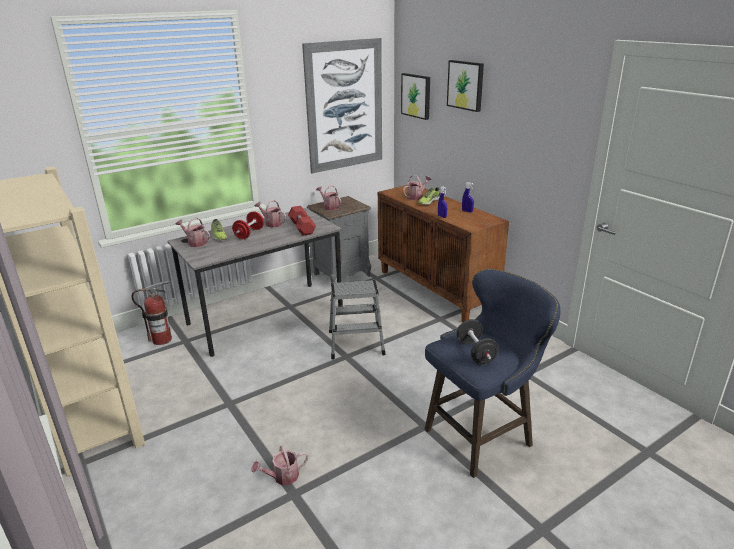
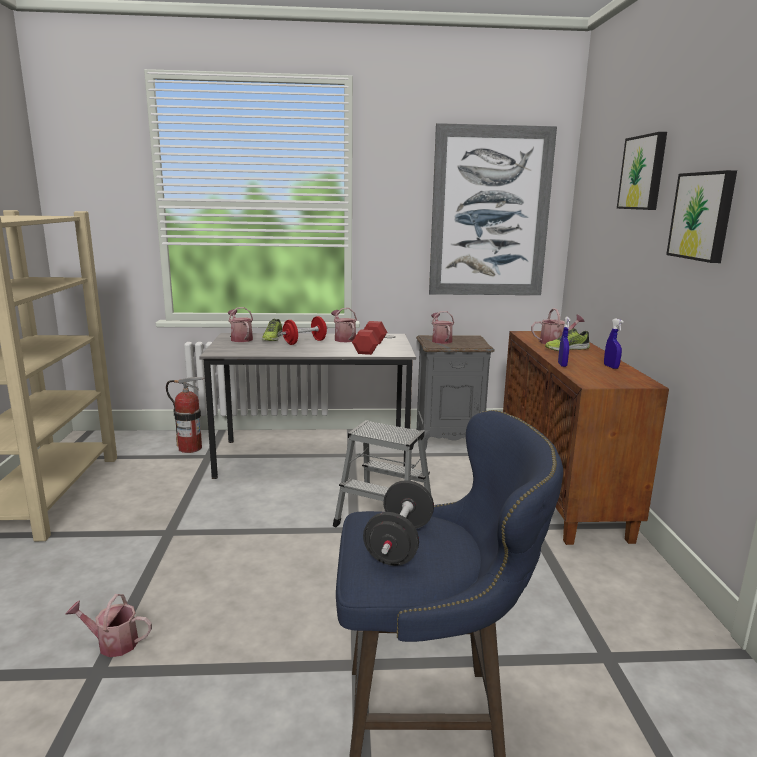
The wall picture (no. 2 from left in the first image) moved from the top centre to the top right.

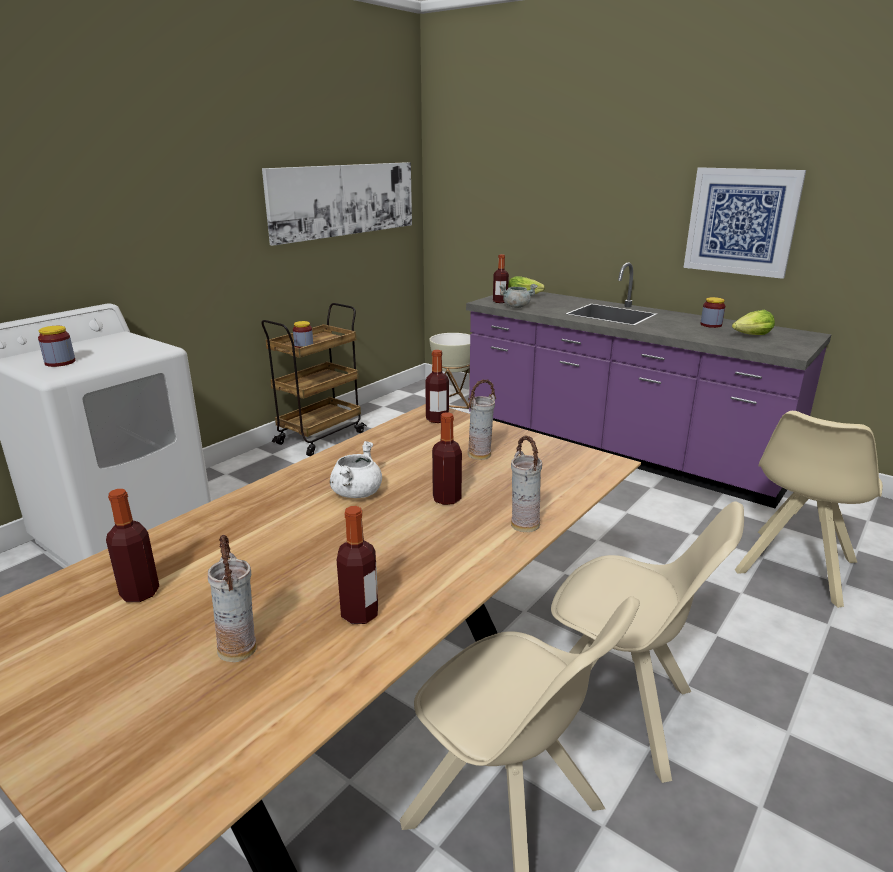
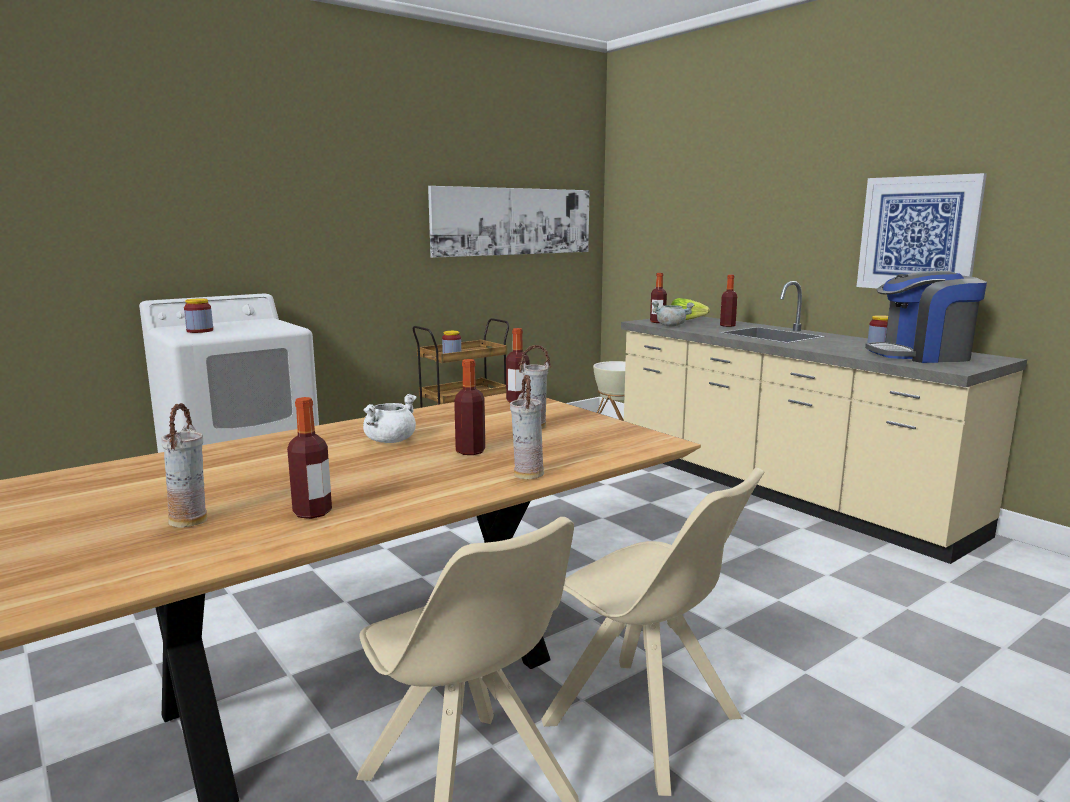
The beverage bottle (no. 1 from left in the first image) moved from the middle left to the middle right.
The kitchen base unit (purple) at the middle right became the kitchen base unit (beige) at the middle right.
The lettuce (no. 2 from left) at the middle right was replaced by the coffee brewer at the middle right.
The chair (beige) (no. 3 from left) at the middle right disappeared.

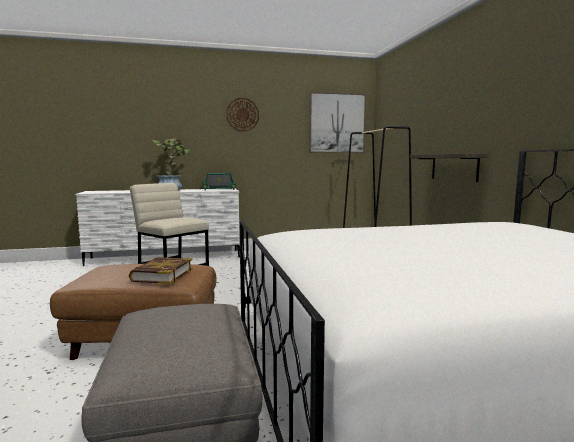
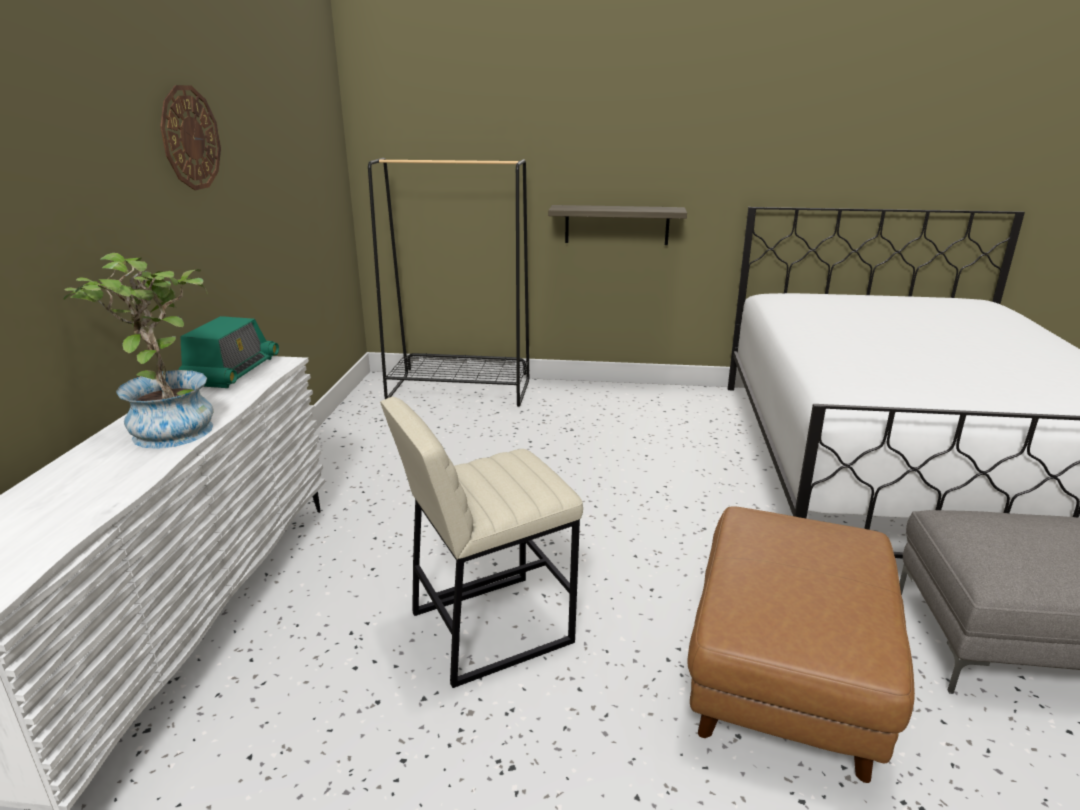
The bound book at the middle left disappeared.
The wall picture at the top centre disappeared.

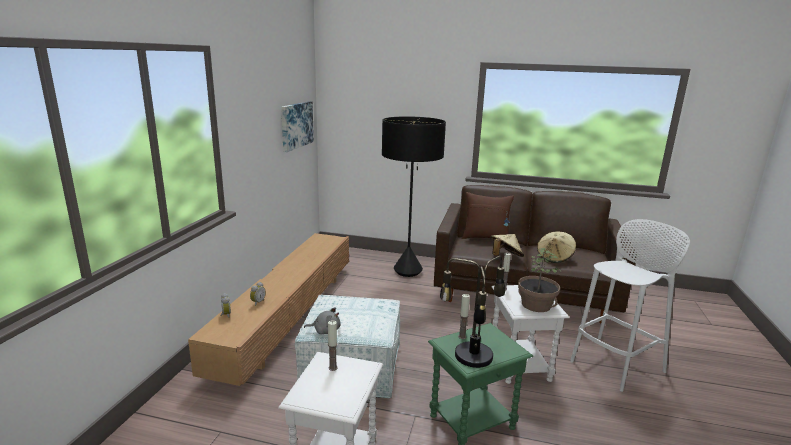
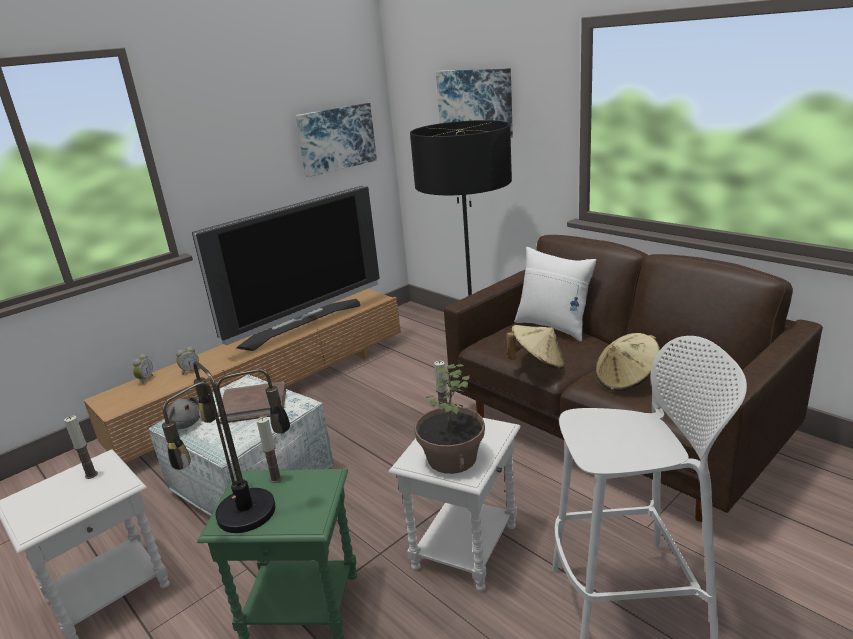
The throw pillow (brown-coloured) at the centre became the throw pillow (whitish) at the centre.
The television at the centre appeared.
The bound book (brown-coloured) at the middle left appeared.
The wall picture (no. 2 from left) at the top centre appeared.

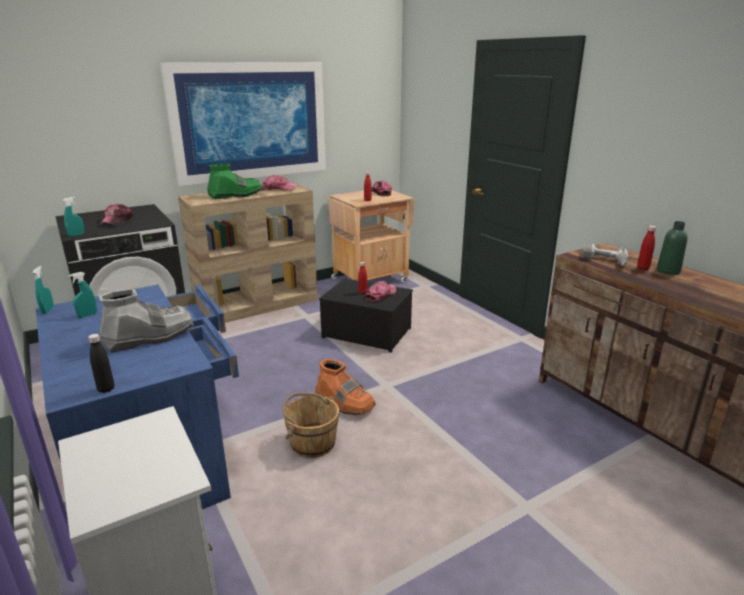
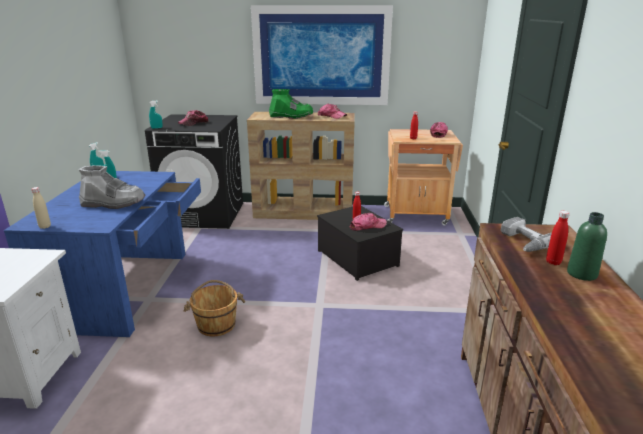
The beverage bottle (black) at the middle left became the beverage bottle (beige) at the middle left.
The tall boot (orange-coloured) at the centre disappeared.

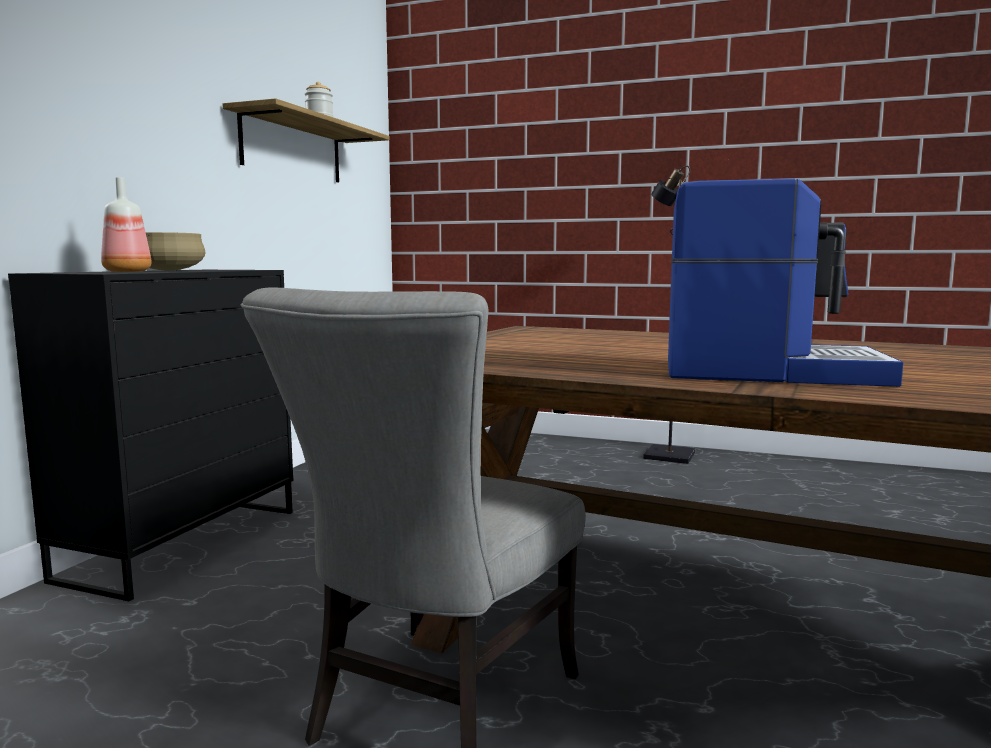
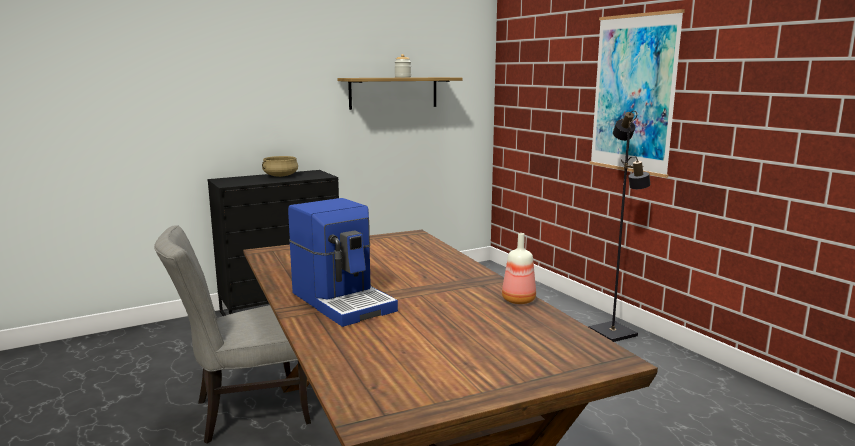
The beverage bottle moved from the top left to the centre.
The wall picture at the top right appeared.

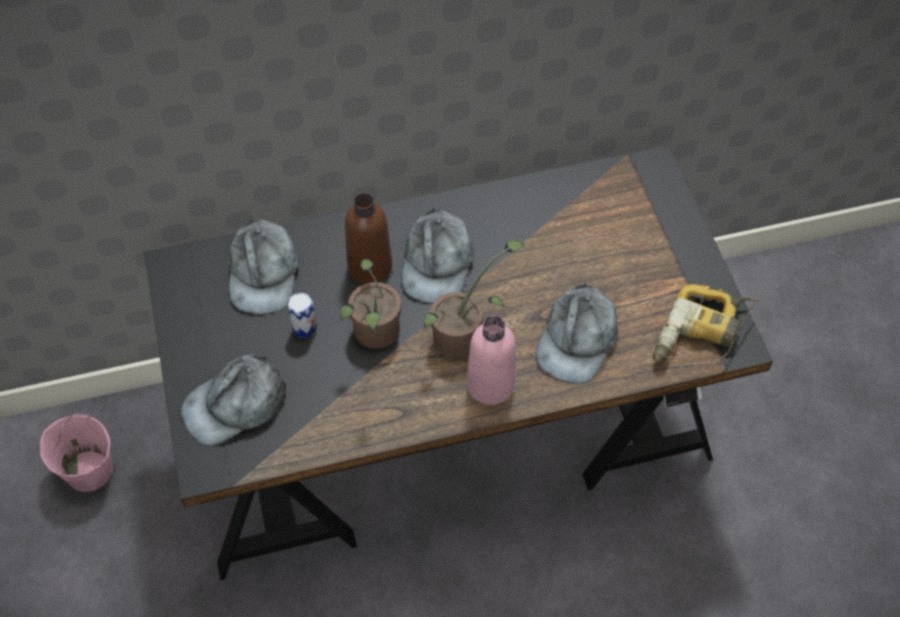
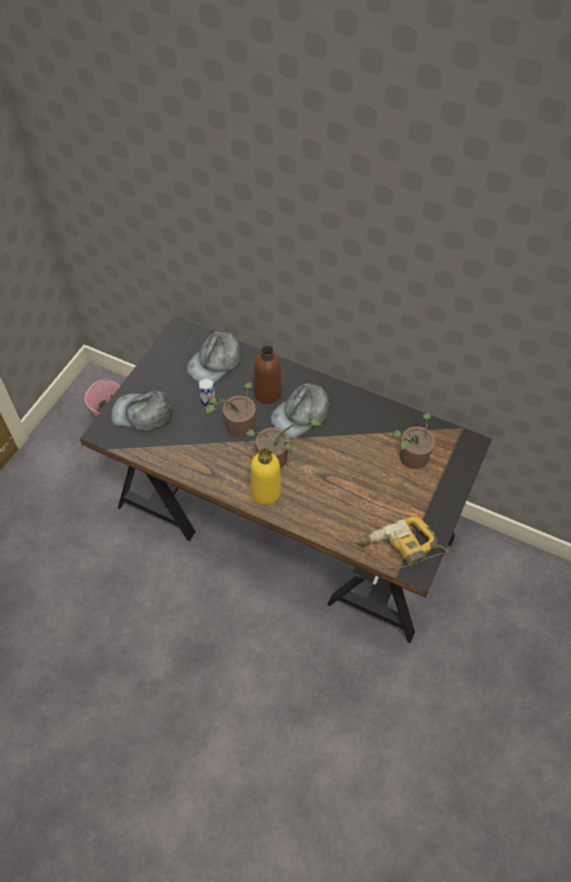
The beverage bottle (pink-coloured) at the centre became the beverage bottle (yellowish) at the centre.
The baseball cap (grey) (no. 4 from left) at the centre disappeared.
The potted plant (no. 3 from left) at the middle right appeared.

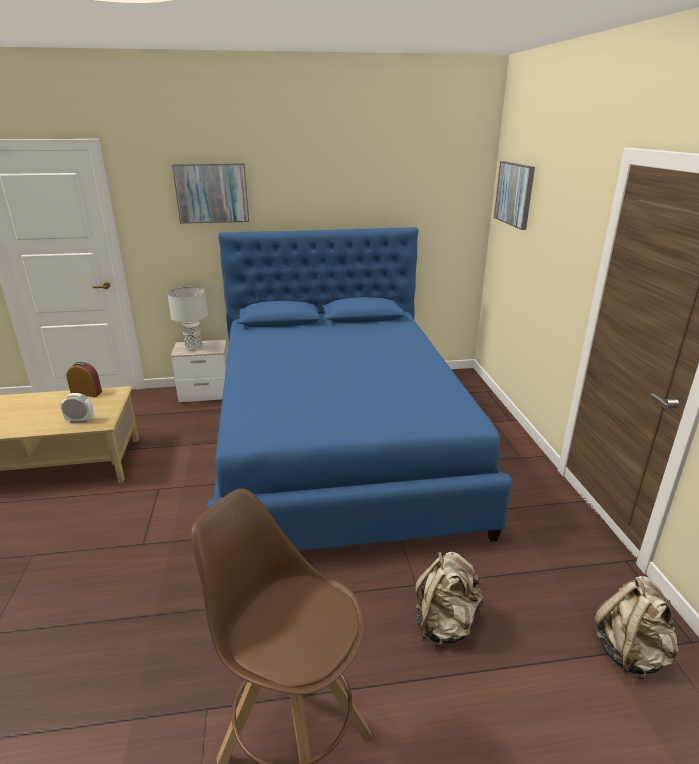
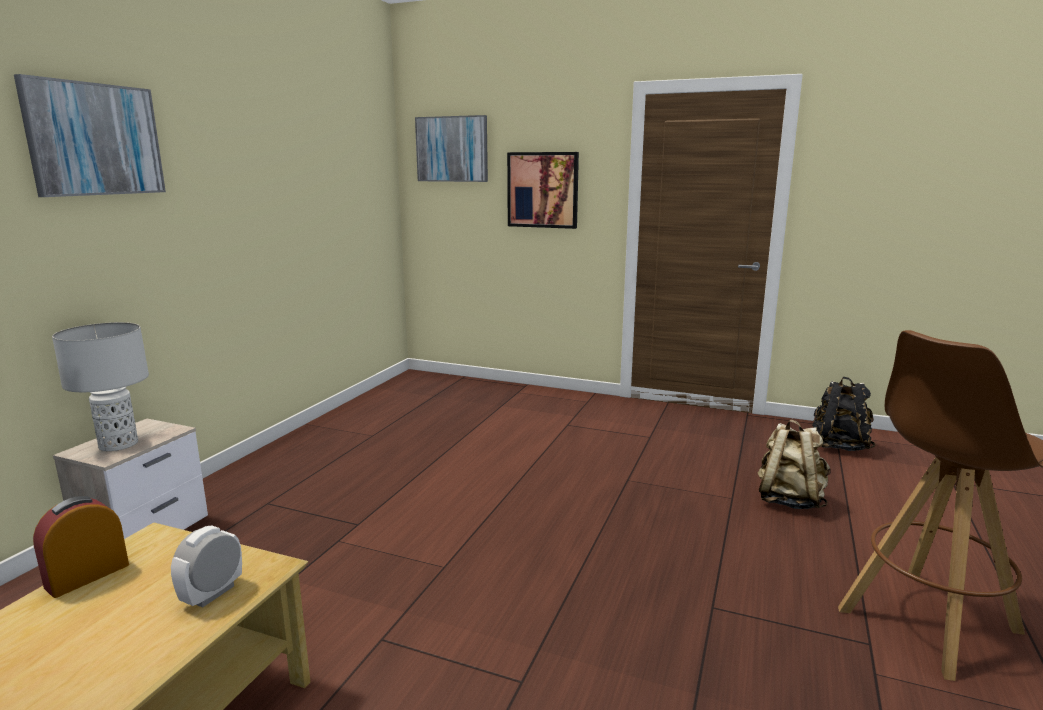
The bed (blue-coloured) at the centre disappeared.
The rucksack (beige) (no. 2 from left) at the bottom right became the rucksack (black) at the middle right.
The wall picture (no. 3 from left) at the top centre appeared.

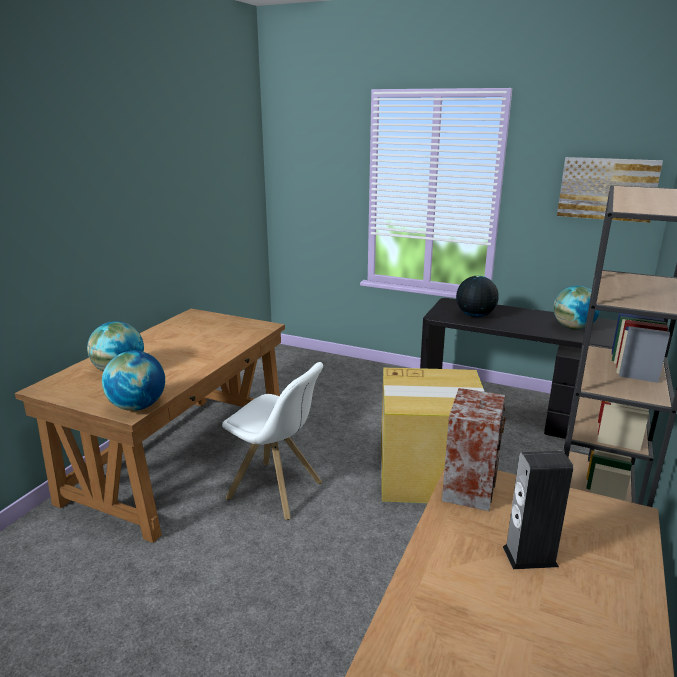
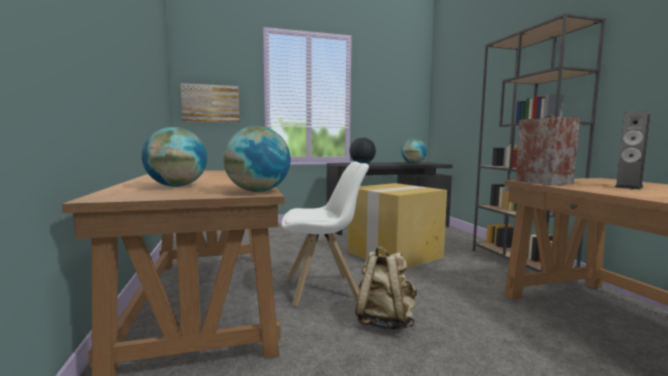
The wall picture moved from the top right to the top left.
The rucksack (beige) at the bottom centre appeared.

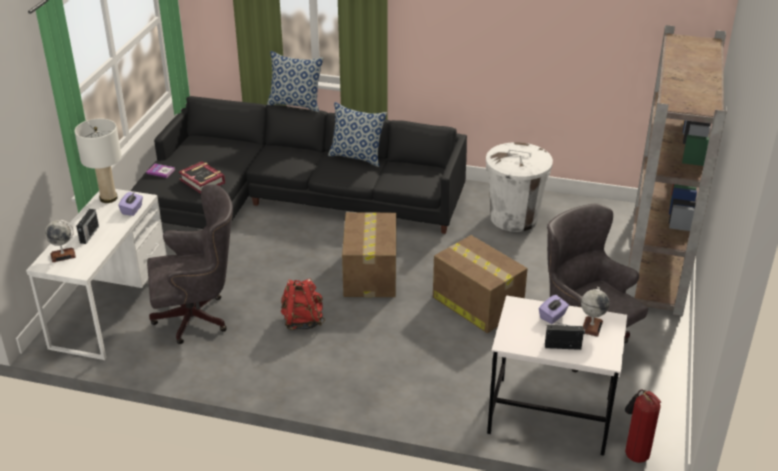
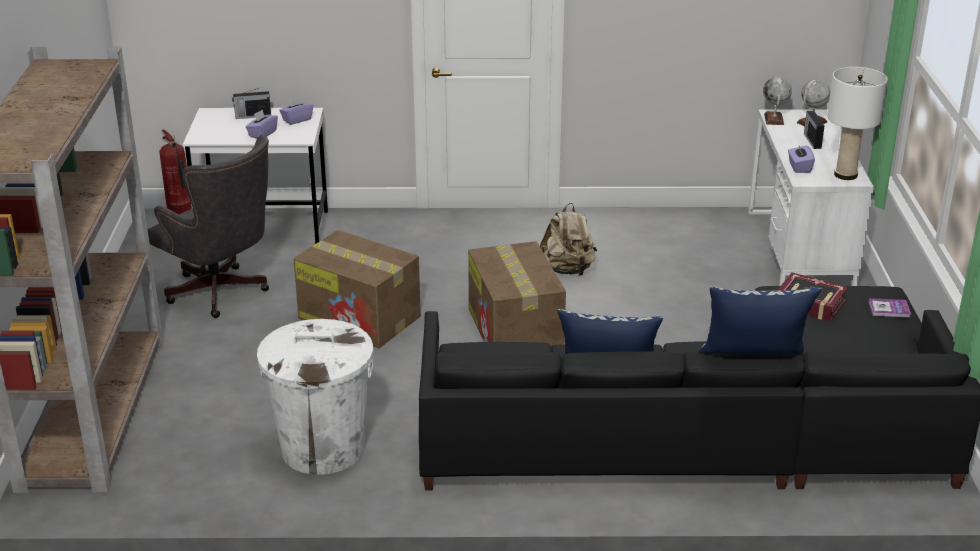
The desk chair (grey) (no. 1 from left) at the middle left disappeared.
The rucksack (reddish) at the centre became the rucksack (beige) at the centre.
The world globe (no. 2 from left in the first image) moved from the middle right to the top right.
The tissue box (purple) (no. 2 from left) at the top left appeared.

